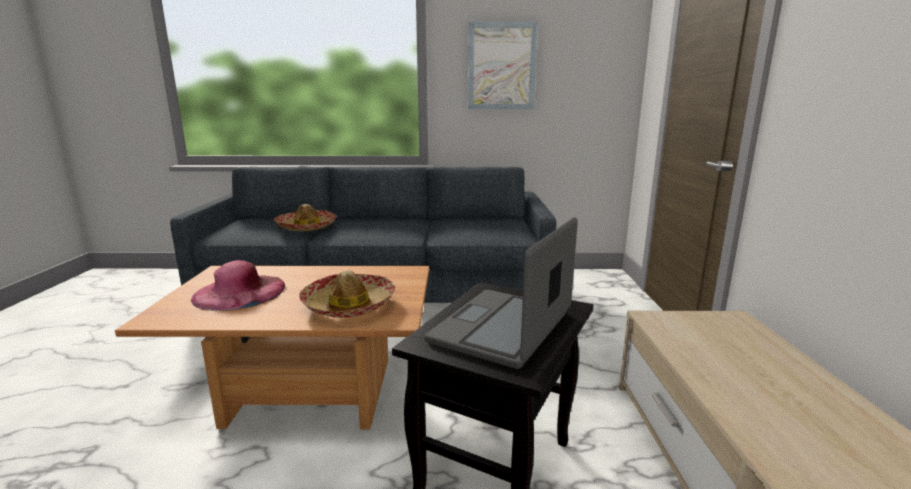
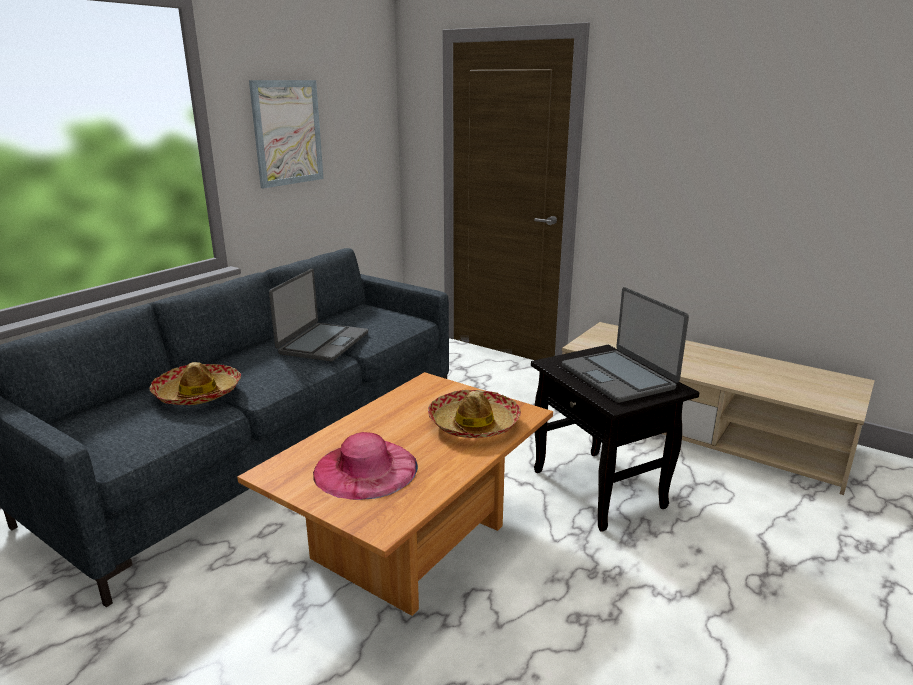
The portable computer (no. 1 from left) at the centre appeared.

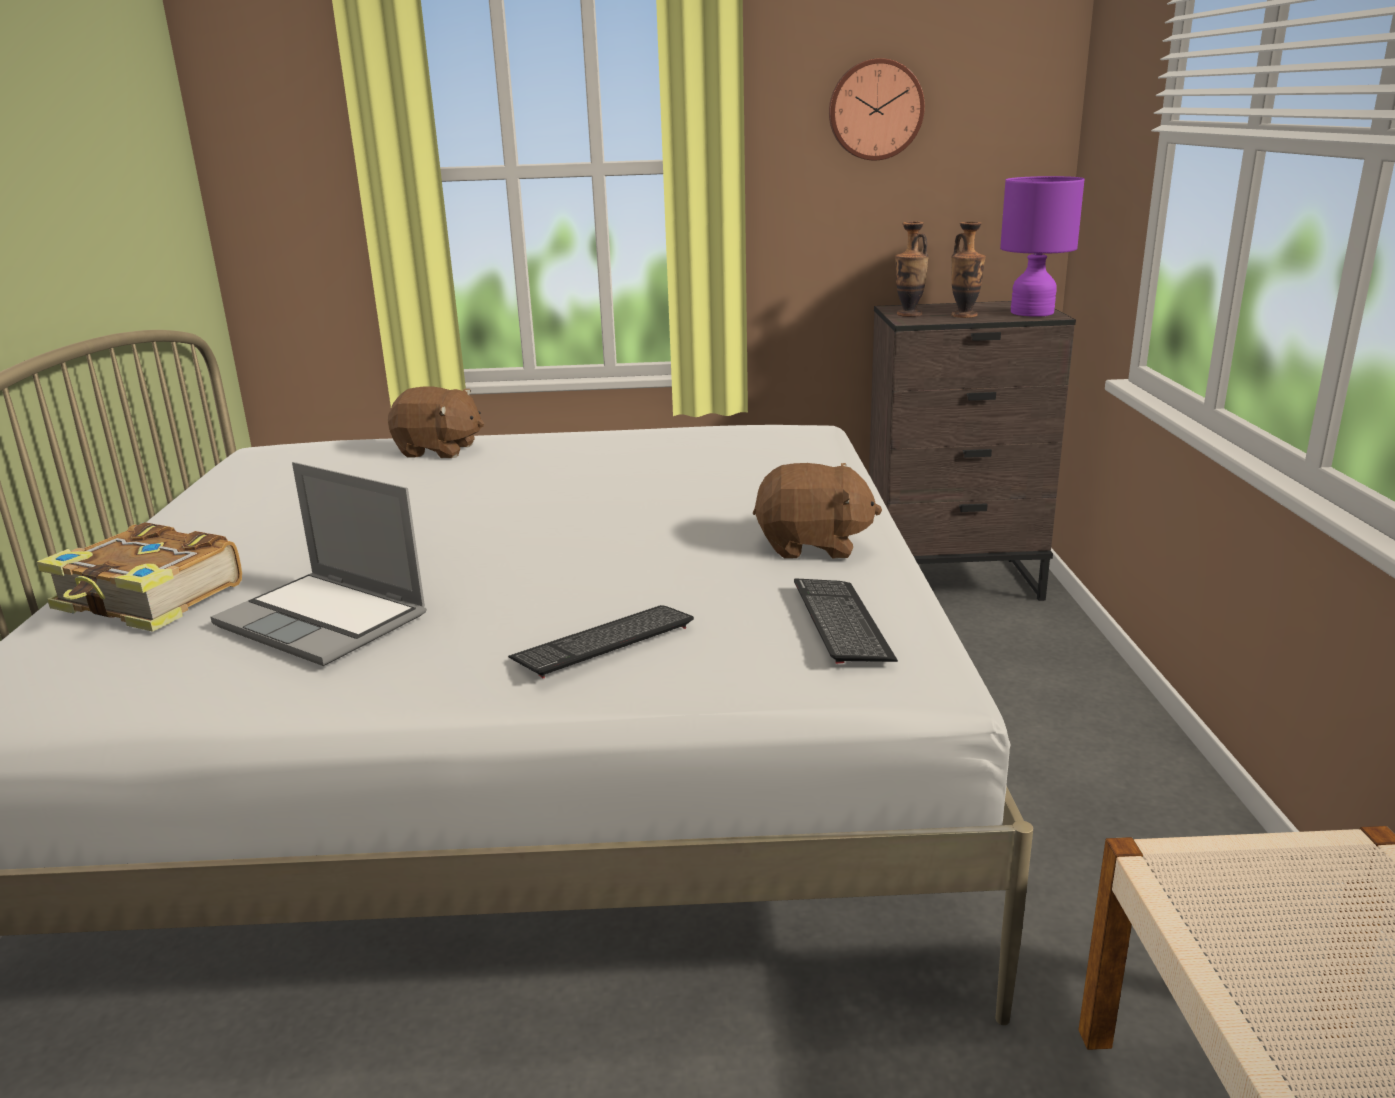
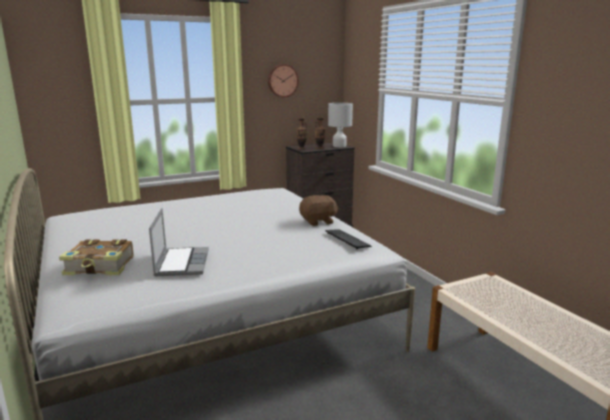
The portable computer at the middle left turned 105 degrees counterclockwise.
The plush toy (brown-coloured) (no. 1 from left) at the middle left disappeared.
The keyboard (no. 1 from left) at the centre disappeared.
The table lamp (purple) at the top right became the table lamp (grey) at the top centre.

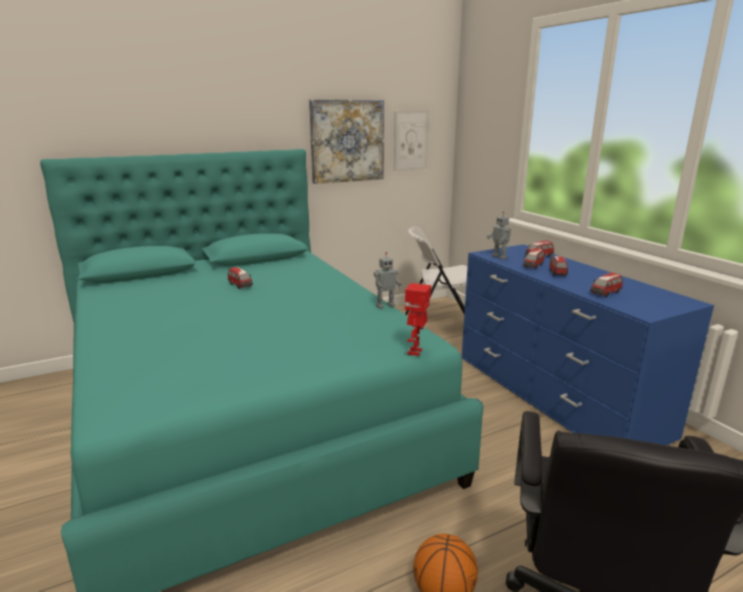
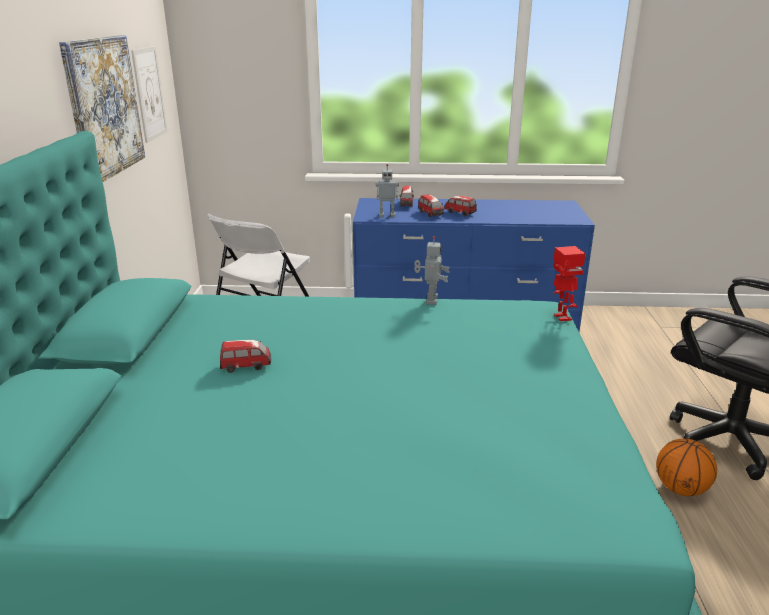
The toy robot (no. 2 from left in the first image) at the centre turned 150 degrees counterclockwise.
The model car (no. 5 from left) at the middle right disappeared.

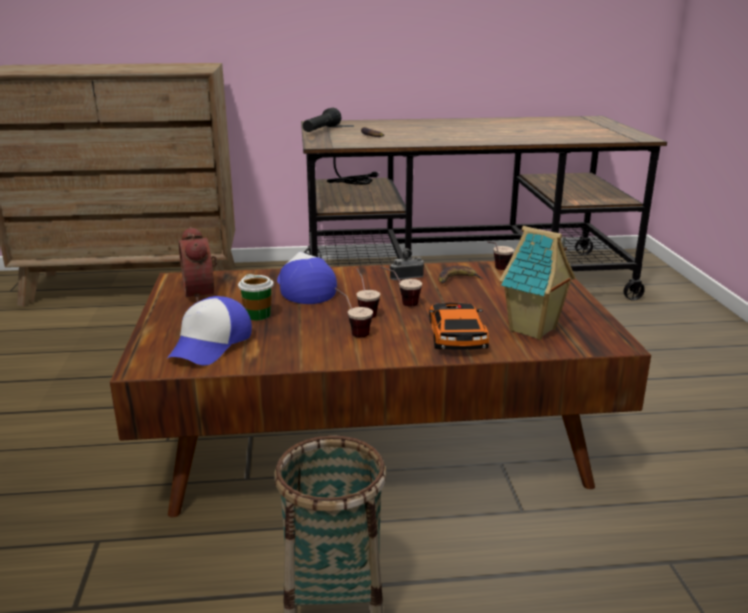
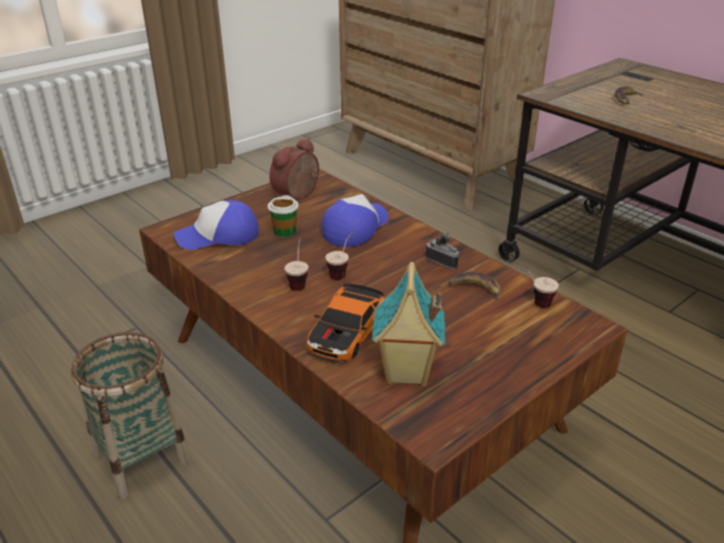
The flashlight (black) at the top centre disappeared.
The drinking cup (no. 4 from left) at the centre disappeared.
The model car at the centre turned 150 degrees clockwise.

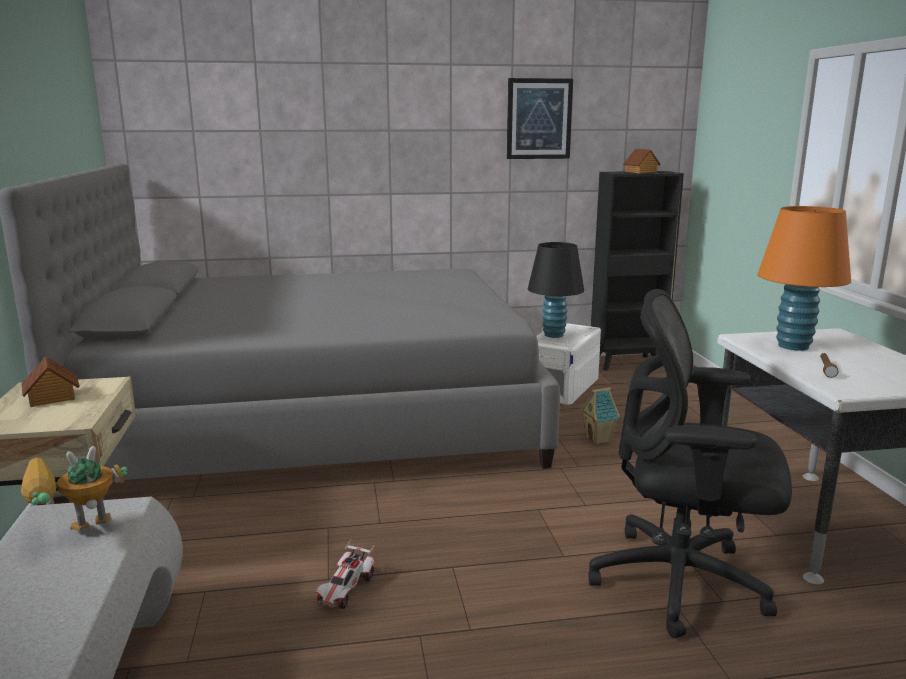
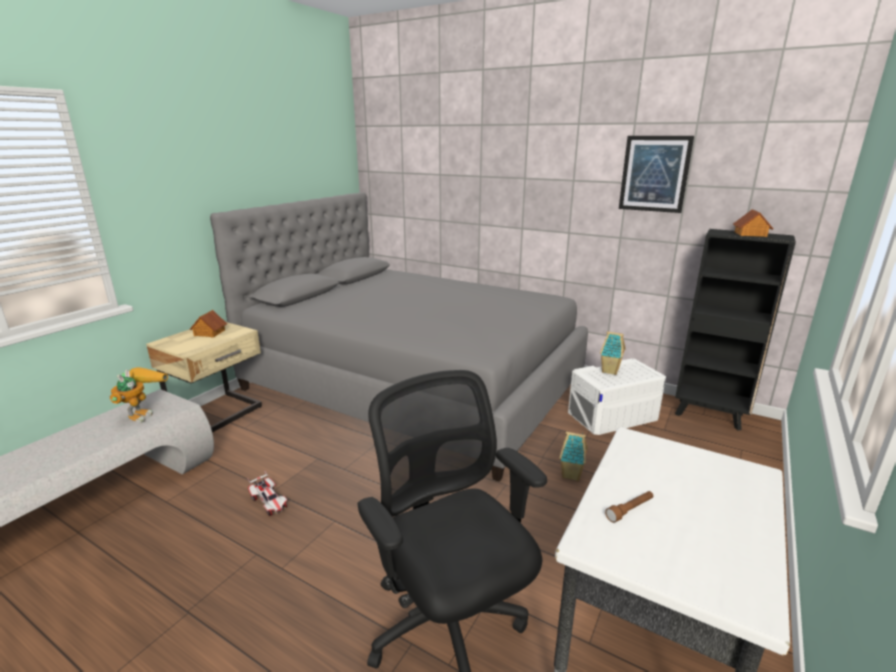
The toy robot at the bottom left turned 90 degrees clockwise.
The model car at the bottom centre turned 105 degrees counterclockwise.
The table lamp (black) at the centre was replaced by the toy house (no. 3 from left) at the middle right.
The table lamp (orange-coloured) at the middle right disappeared.

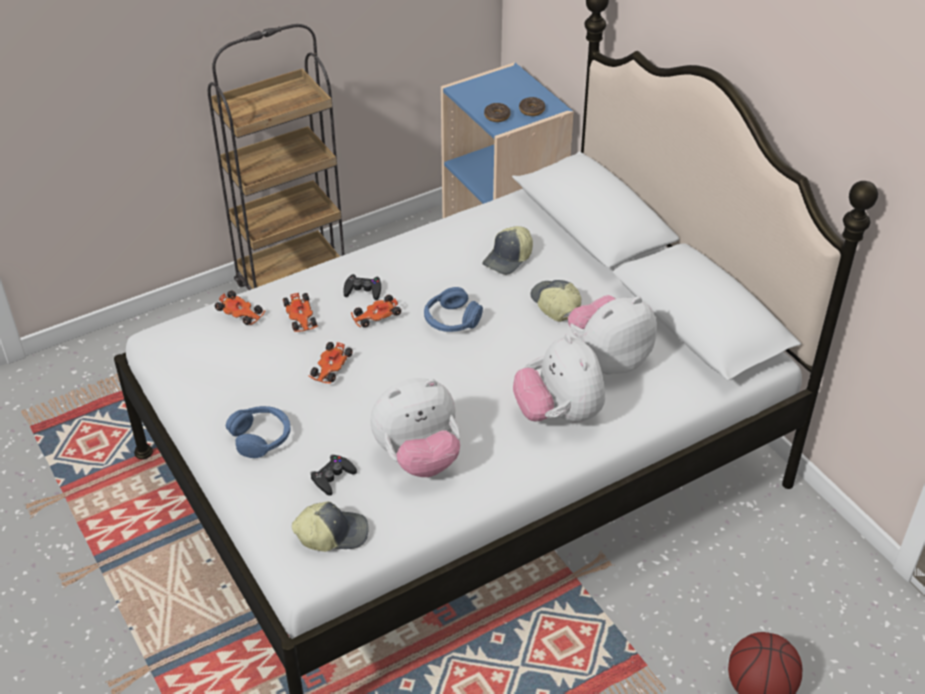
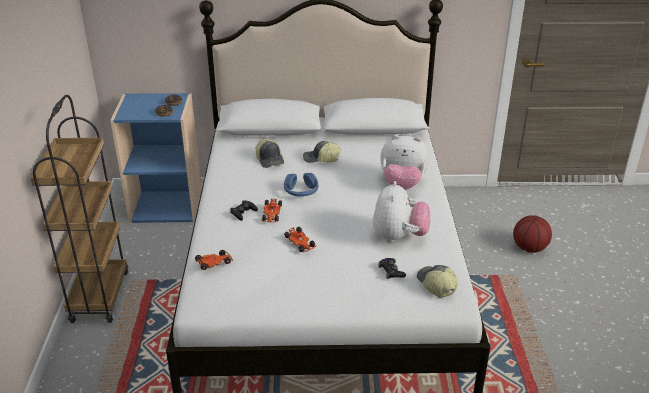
The headset (blue-coloured) (no. 1 from left) at the middle left disappeared.
The model car (no. 2 from left) at the middle left disappeared.
The baseball cap (no. 1 from left in the first image) at the bottom centre turned 45 degrees counterclockwise.
The plush toy (no. 3 from left) at the centre disappeared.

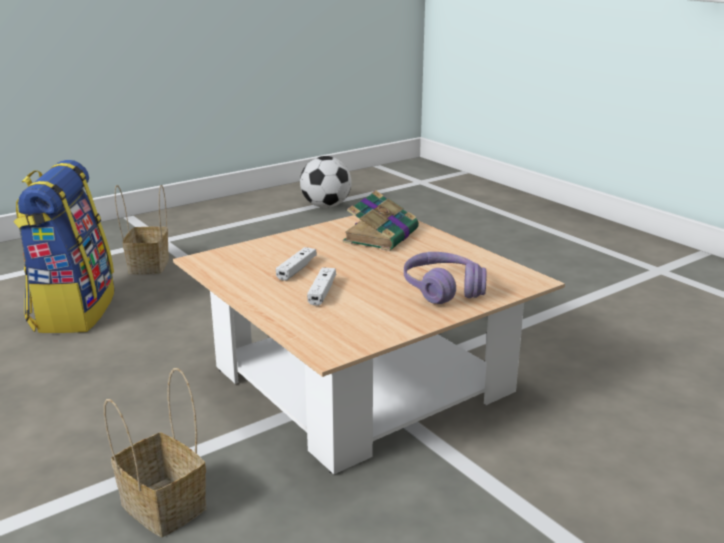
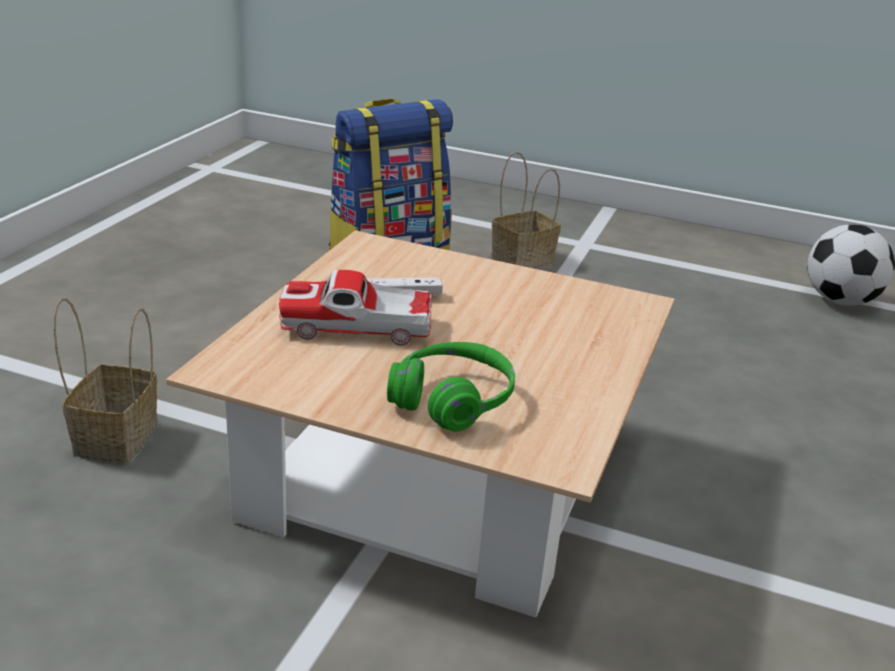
The game controller (whitish) (no. 2 from left) at the centre was replaced by the model car at the centre.
The bound book at the centre disappeared.
The headset (purple) at the centre became the headset (green) at the centre.

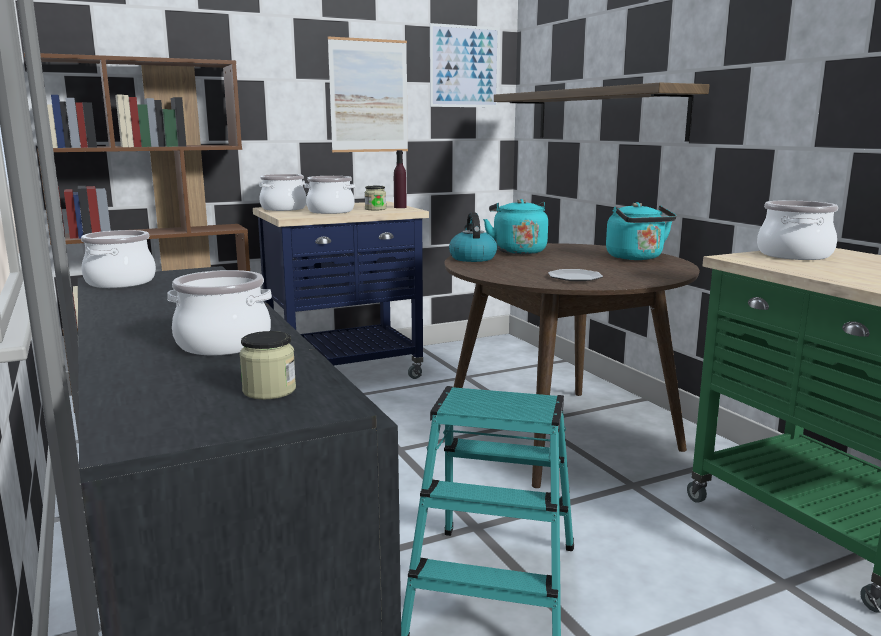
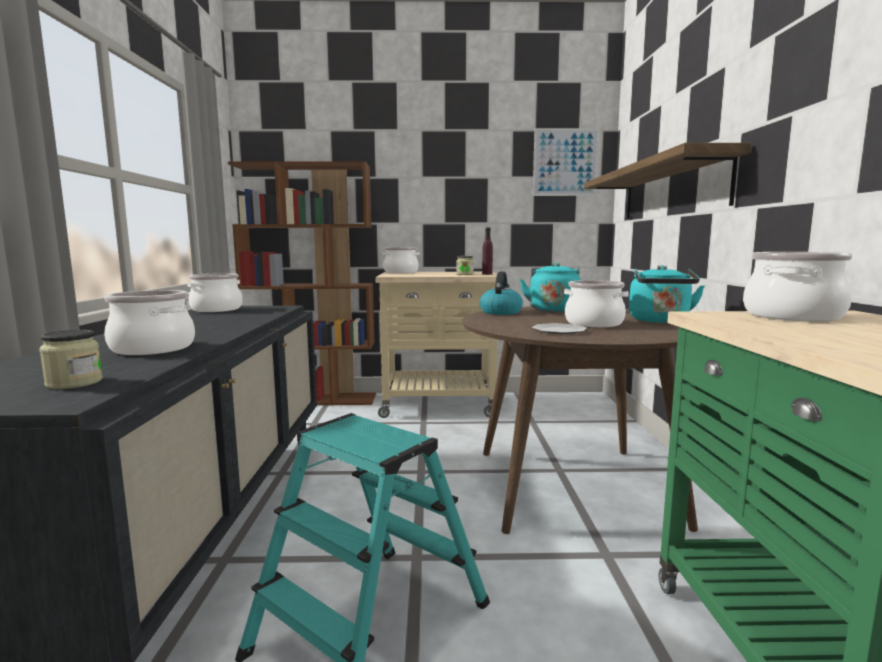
The trolley (blue-coloured) at the centre became the trolley (beige) at the centre.
The stockpot (no. 4 from left) moved from the top centre to the middle right.
The wall picture (no. 1 from left) at the top centre disappeared.

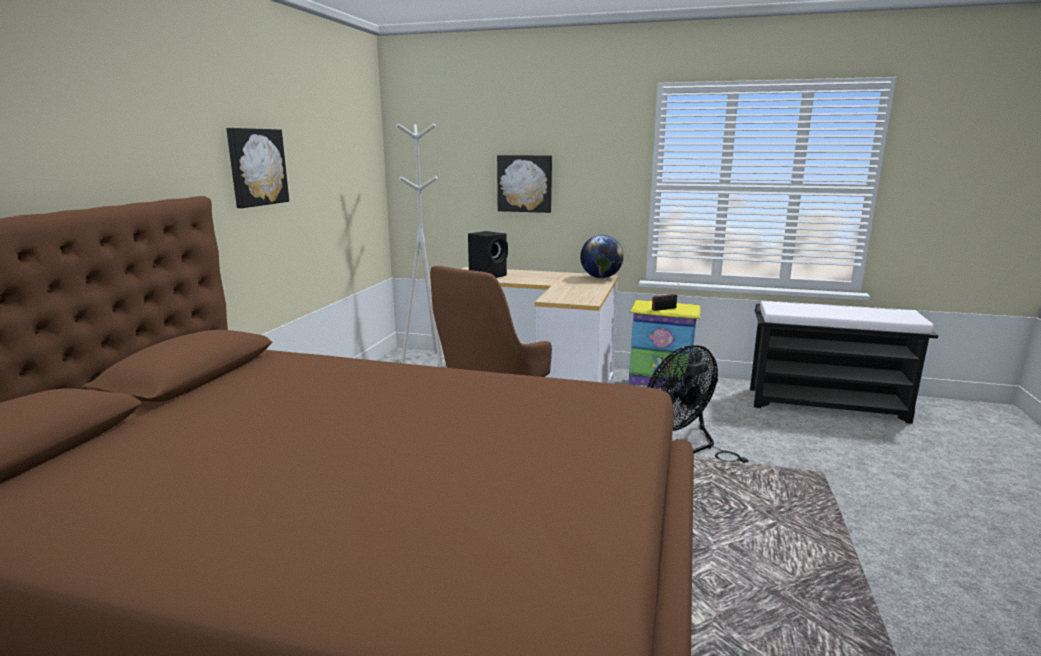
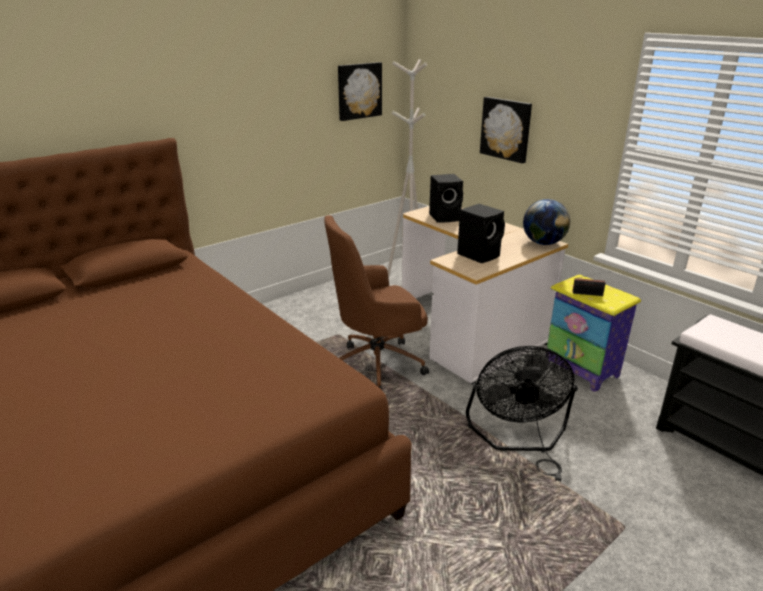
The wall picture (no. 1 from left) moved from the top left to the top centre.
The audio speaker (black) (no. 2 from left) at the centre appeared.

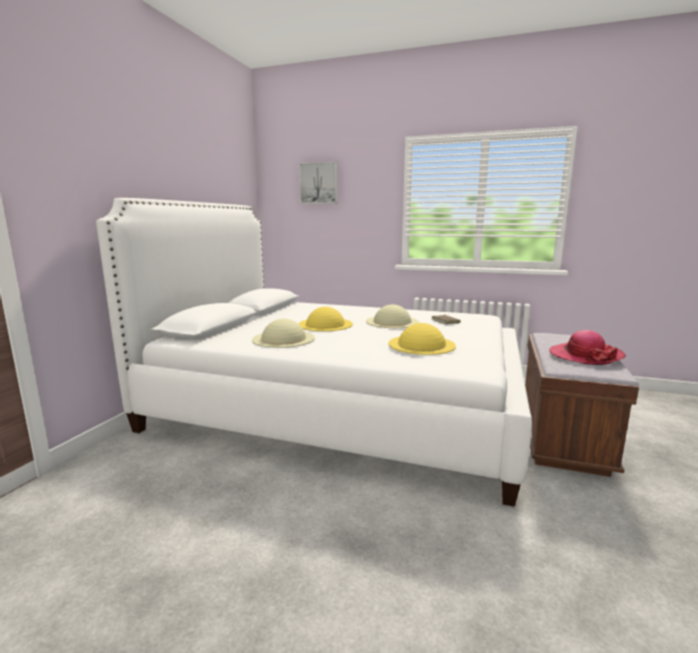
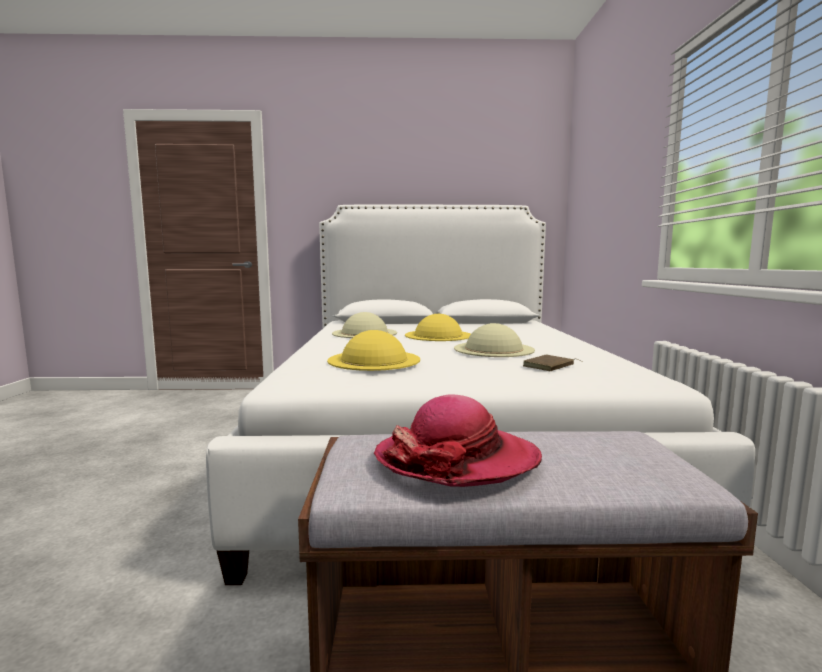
The wall picture at the top centre disappeared.

